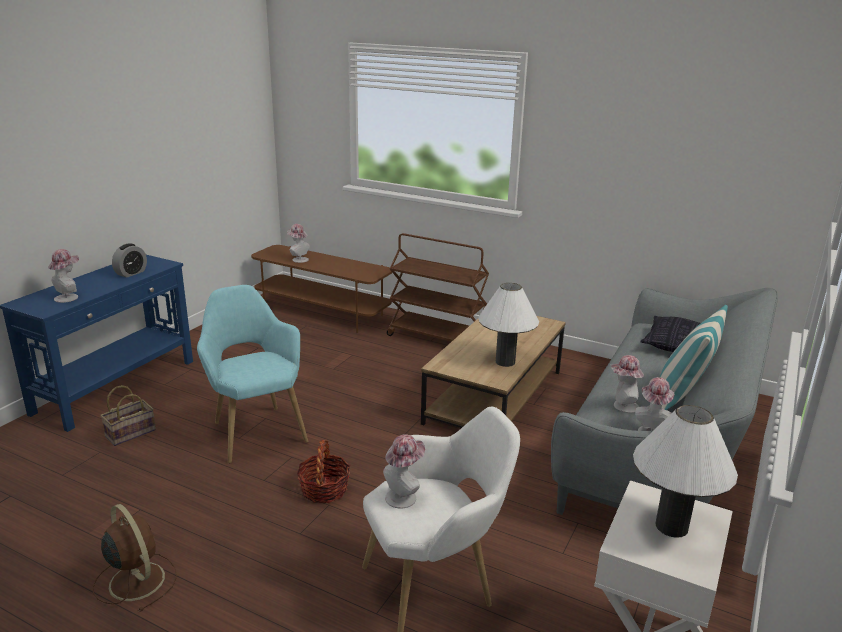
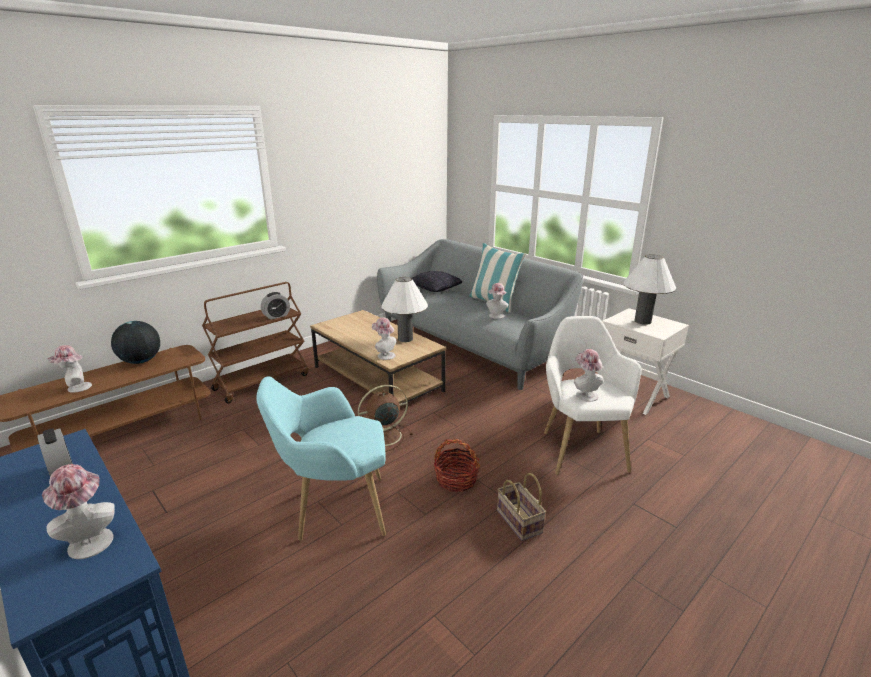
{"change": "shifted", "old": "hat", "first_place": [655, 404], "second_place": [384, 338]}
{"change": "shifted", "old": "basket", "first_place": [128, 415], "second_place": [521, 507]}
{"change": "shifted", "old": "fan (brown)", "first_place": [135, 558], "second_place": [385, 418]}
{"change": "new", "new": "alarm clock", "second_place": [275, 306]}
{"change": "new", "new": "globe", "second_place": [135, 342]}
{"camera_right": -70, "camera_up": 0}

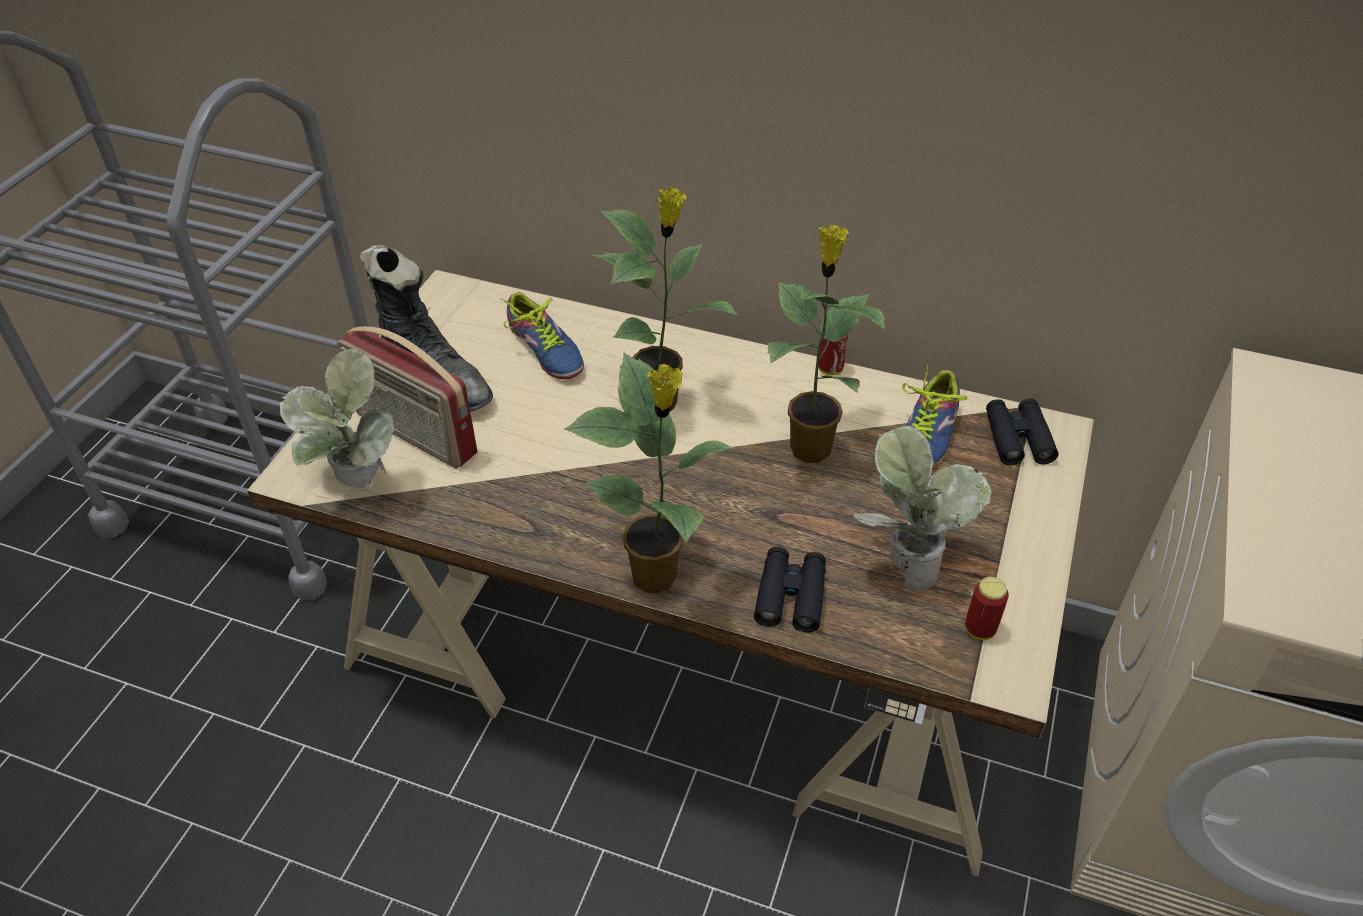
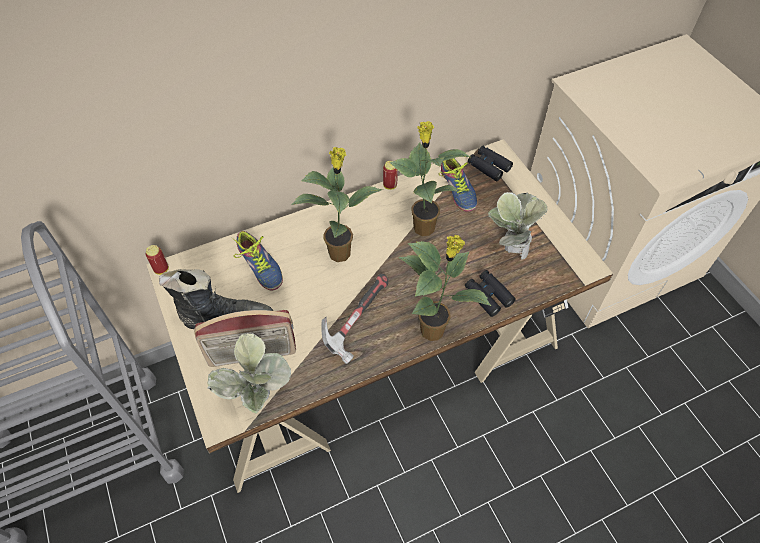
{"change": "rotated", "old": "shoe", "first_place": [542, 335], "second_place": [257, 260], "degrees": 45}
{"change": "shifted", "old": "can", "first_place": [987, 608], "second_place": [157, 260]}
{"change": "new", "new": "hammer", "second_place": [354, 319]}
{"camera_right": -45, "camera_up": 10}

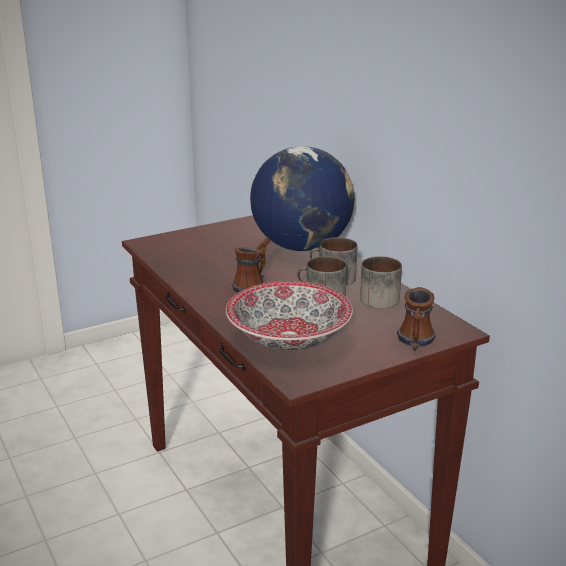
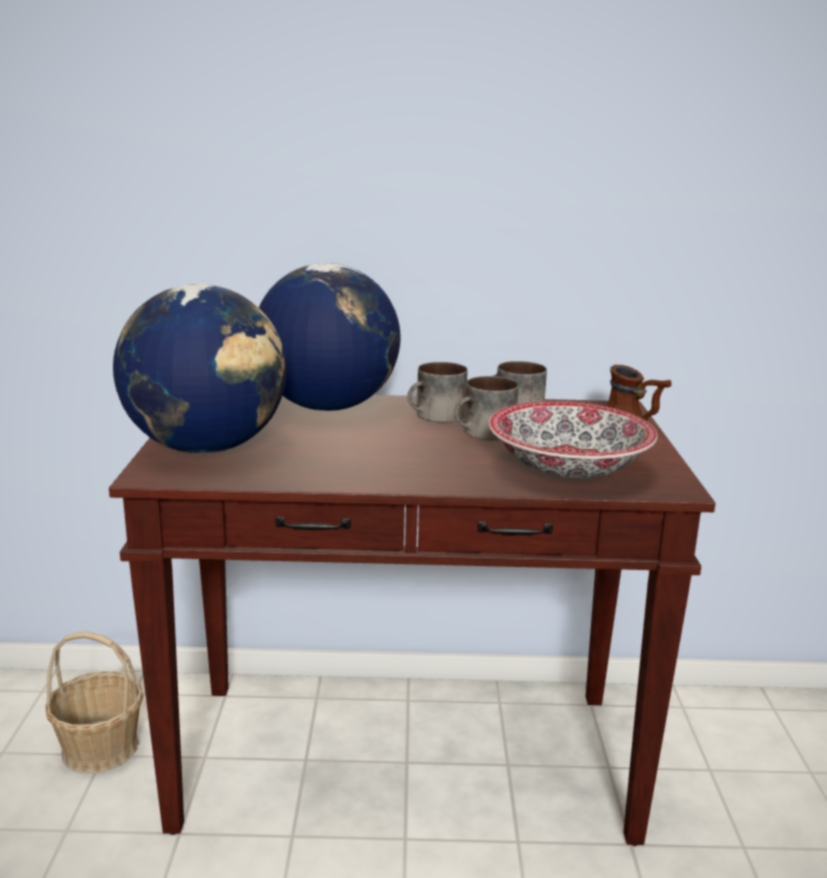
{"change": "gone", "old": "mug", "first_place": [251, 265]}
{"change": "new", "new": "globe", "second_place": [200, 369]}
{"change": "new", "new": "basket", "second_place": [94, 702]}
{"camera_right": -60, "camera_up": -5}

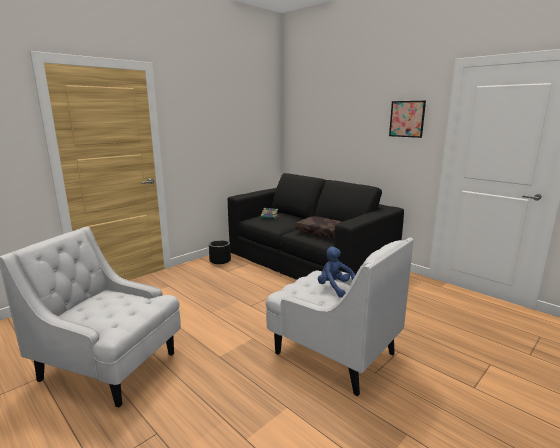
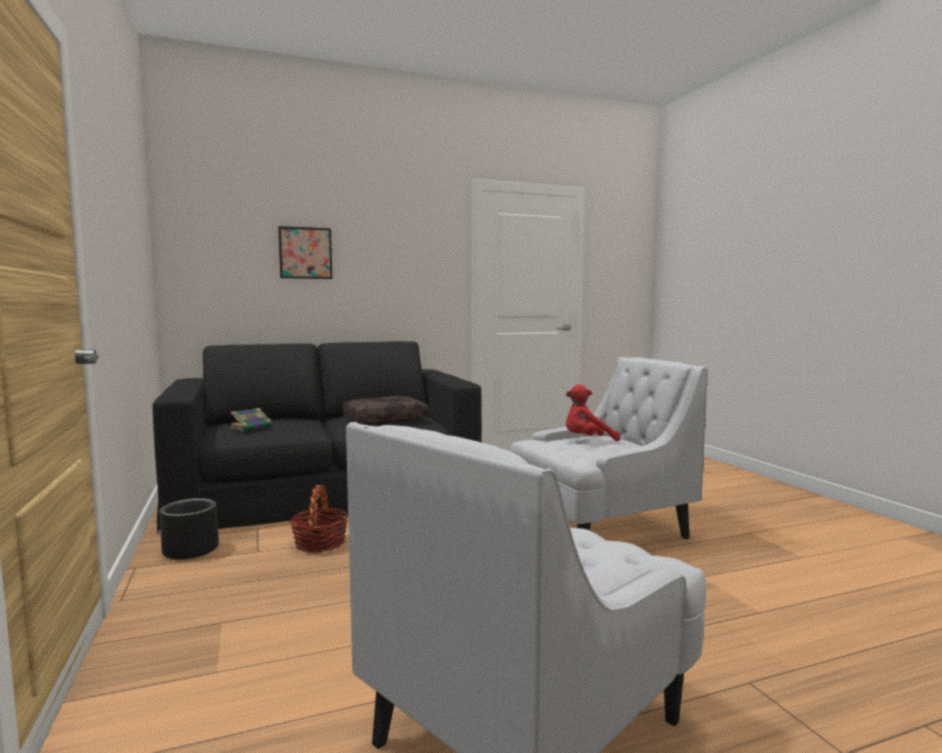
{"change": "shifted", "old": "picture", "first_place": [407, 119], "second_place": [305, 252]}
{"change": "repainted", "old": "plush toy (blue)", "new": "plush toy (red)", "first_place": [336, 272], "second_place": [593, 412]}
{"change": "new", "new": "basket", "second_place": [318, 518]}
{"camera_right": -65, "camera_up": -10}

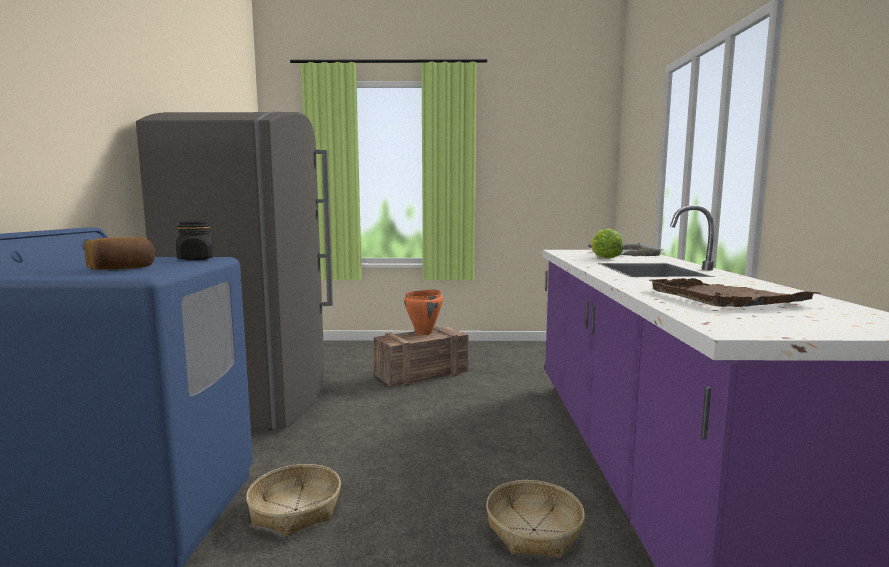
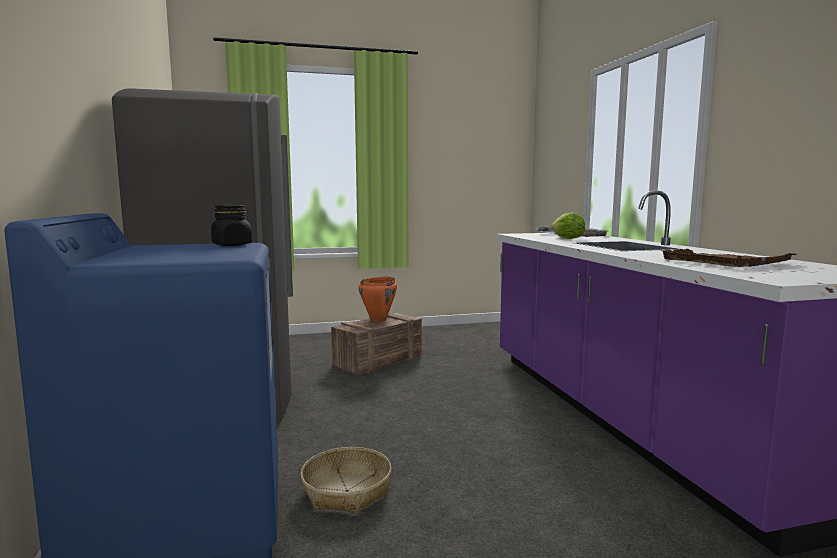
{"change": "gone", "old": "bread", "first_place": [119, 253]}
{"change": "gone", "old": "basket", "first_place": [535, 519]}
{"camera_right": -15, "camera_up": 0}

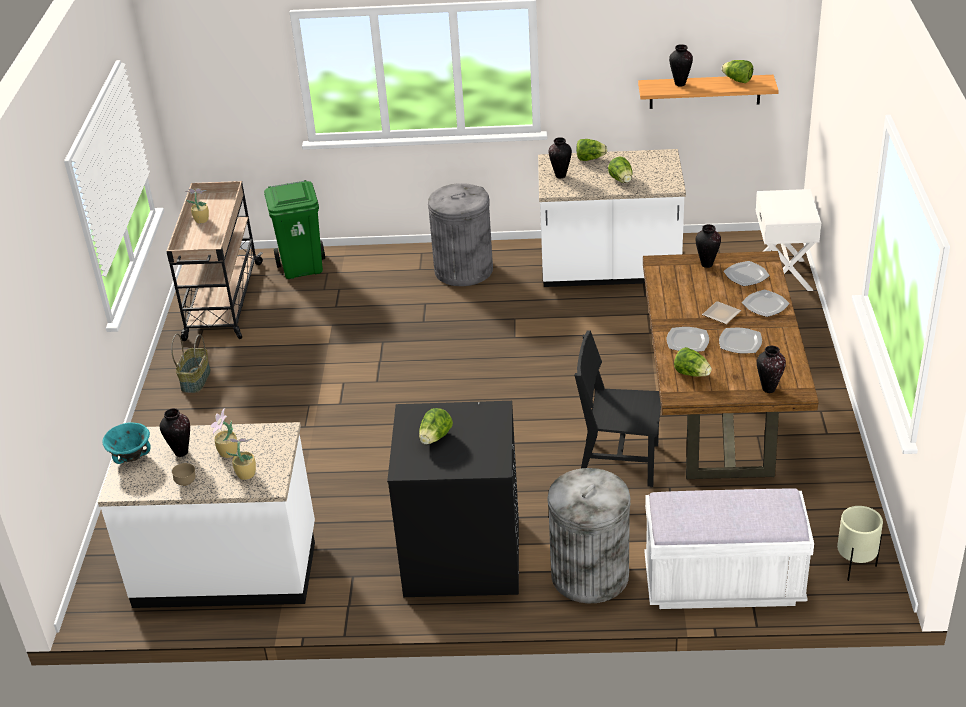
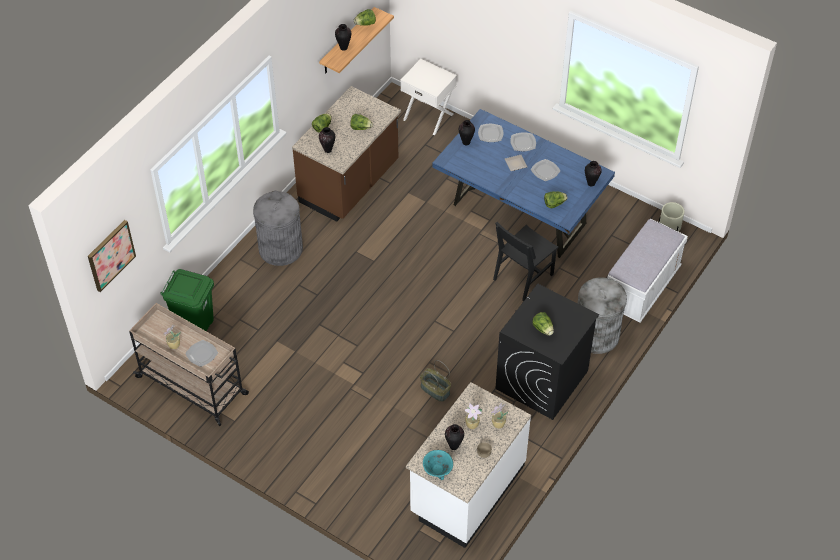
{"change": "repainted", "old": "counter (white)", "new": "counter (brown)", "first_place": [612, 218], "second_place": [346, 154]}
{"change": "repainted", "old": "dining table (brown)", "new": "dining table (blue)", "first_place": [731, 365], "second_place": [523, 183]}
{"change": "shifted", "old": "plate", "first_place": [688, 339], "second_place": [201, 353]}
{"change": "shifted", "old": "basket", "first_place": [191, 363], "second_place": [435, 381]}
{"change": "new", "new": "picture", "second_place": [112, 256]}
{"camera_right": -60, "camera_up": 15}

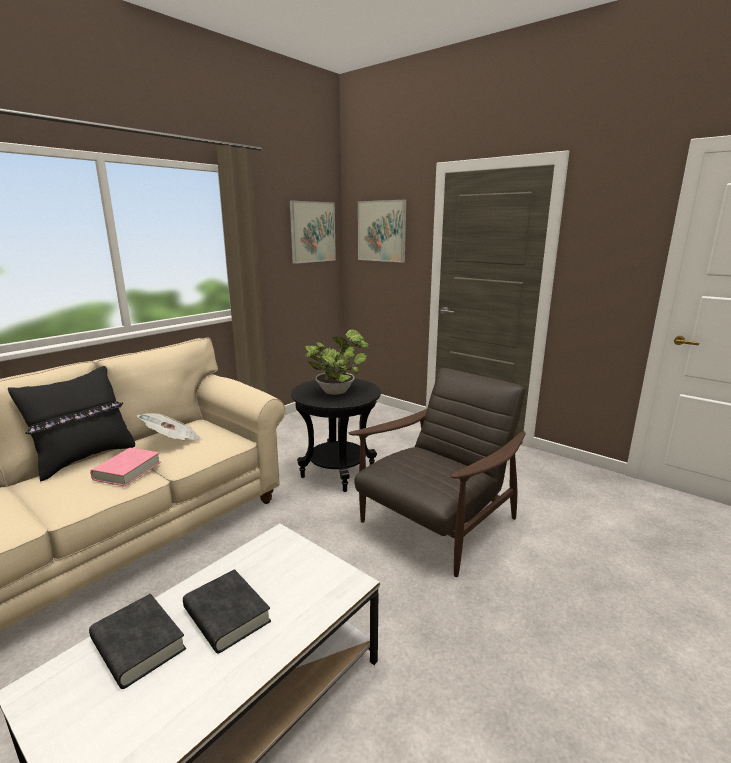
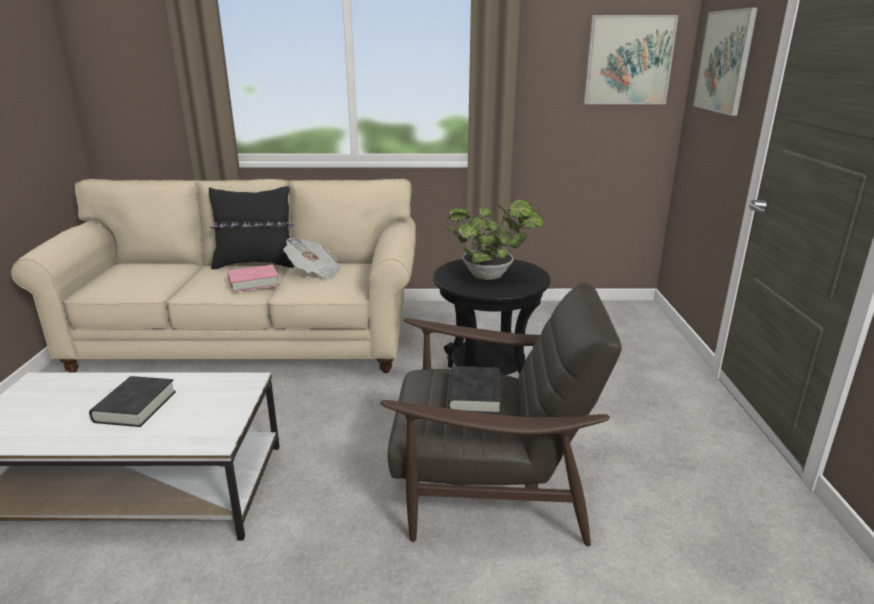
{"change": "shifted", "old": "book (black)", "first_place": [137, 641], "second_place": [474, 390]}
{"camera_right": 50, "camera_up": 5}

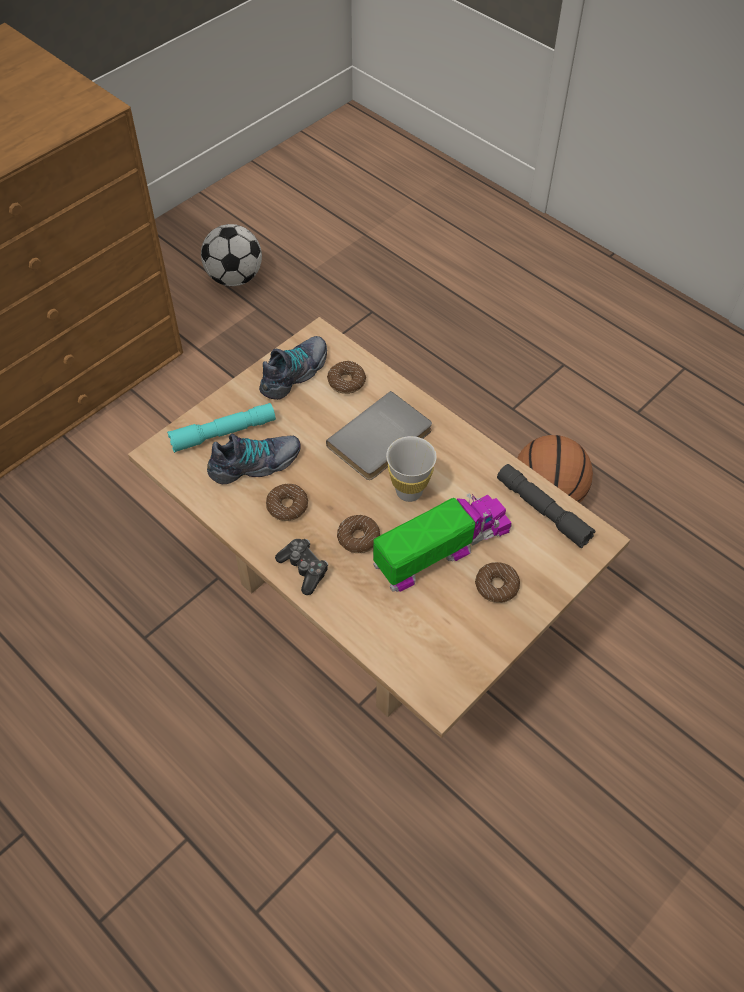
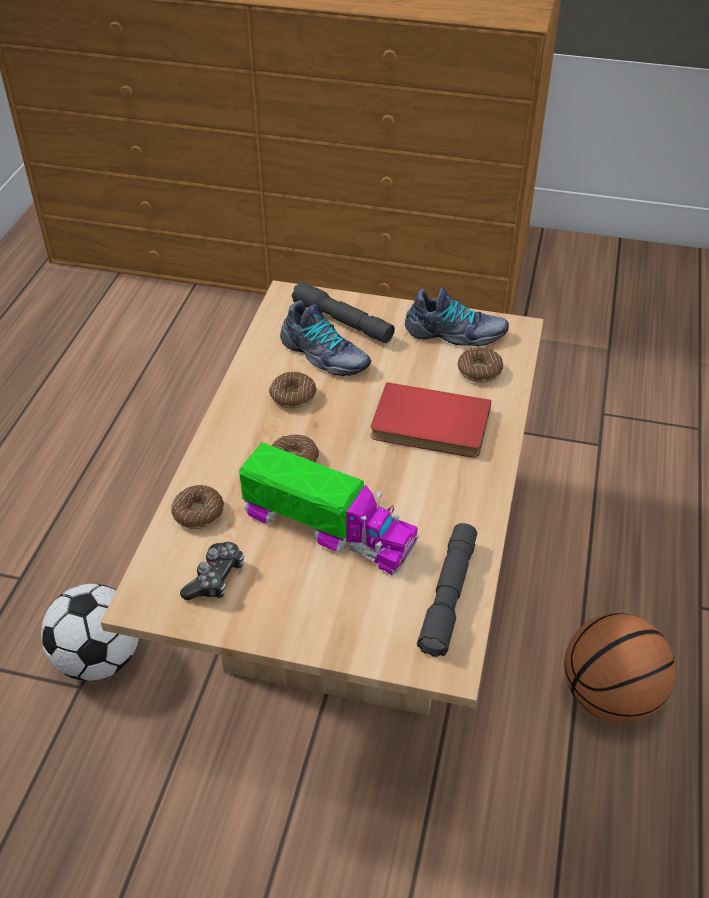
{"change": "shifted", "old": "football", "first_place": [231, 255], "second_place": [90, 632]}
{"change": "repainted", "old": "book (grey)", "new": "book (red)", "first_place": [379, 435], "second_place": [431, 420]}
{"change": "repainted", "old": "flashlight (turquoise)", "new": "flashlight (grey)", "first_place": [221, 428], "second_place": [343, 312]}
{"change": "gone", "old": "cup (white)", "first_place": [411, 469]}
{"change": "shifted", "old": "game controller", "first_place": [301, 567], "second_place": [212, 571]}
{"change": "shifted", "old": "donut", "first_place": [497, 582], "second_place": [197, 507]}
{"camera_right": 60, "camera_up": -10}

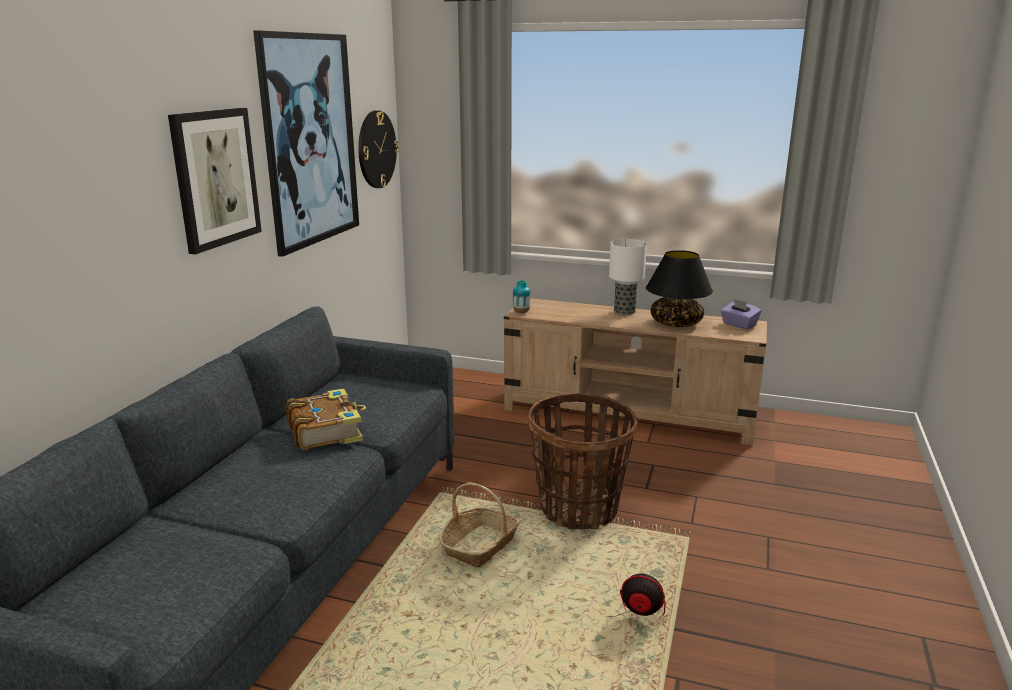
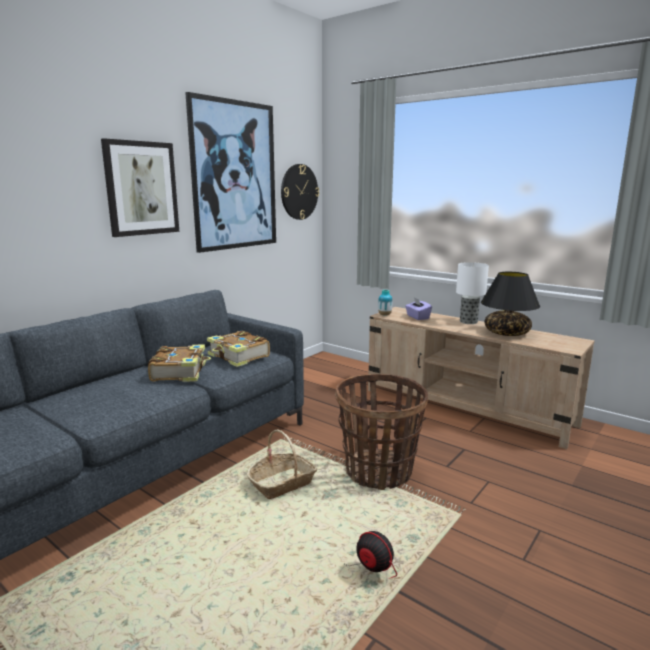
{"change": "shifted", "old": "tissue box (purple)", "first_place": [741, 314], "second_place": [418, 308]}
{"change": "new", "new": "book", "second_place": [238, 348]}
{"camera_right": 20, "camera_up": -5}

